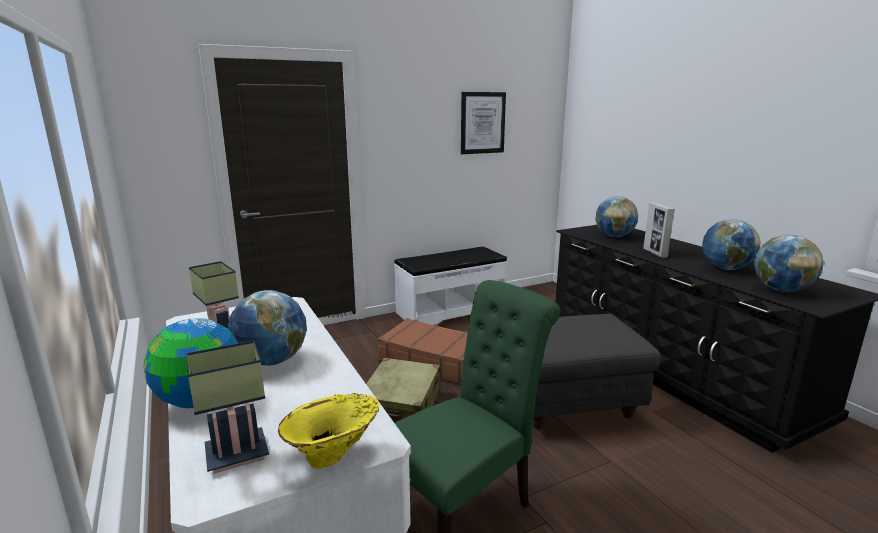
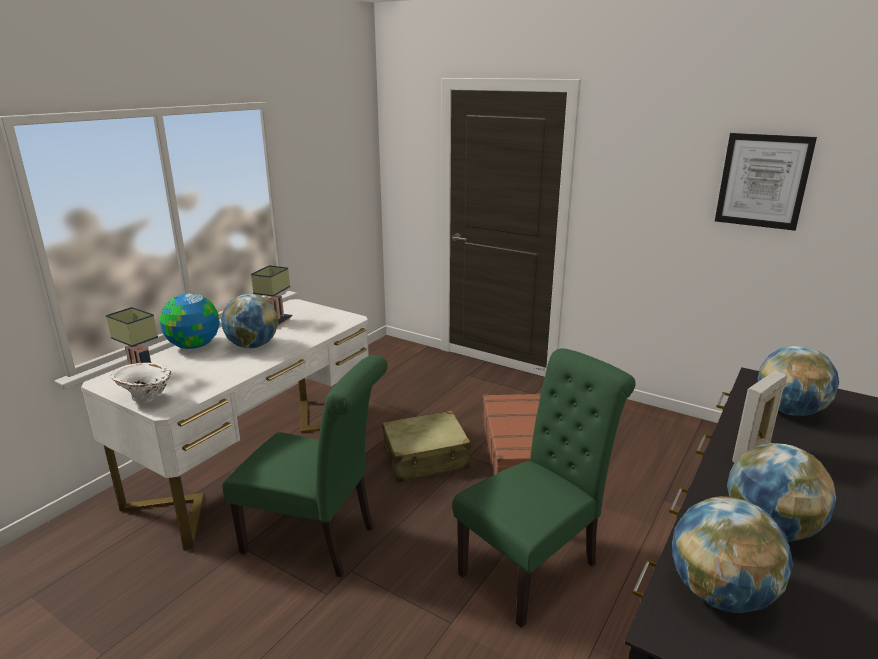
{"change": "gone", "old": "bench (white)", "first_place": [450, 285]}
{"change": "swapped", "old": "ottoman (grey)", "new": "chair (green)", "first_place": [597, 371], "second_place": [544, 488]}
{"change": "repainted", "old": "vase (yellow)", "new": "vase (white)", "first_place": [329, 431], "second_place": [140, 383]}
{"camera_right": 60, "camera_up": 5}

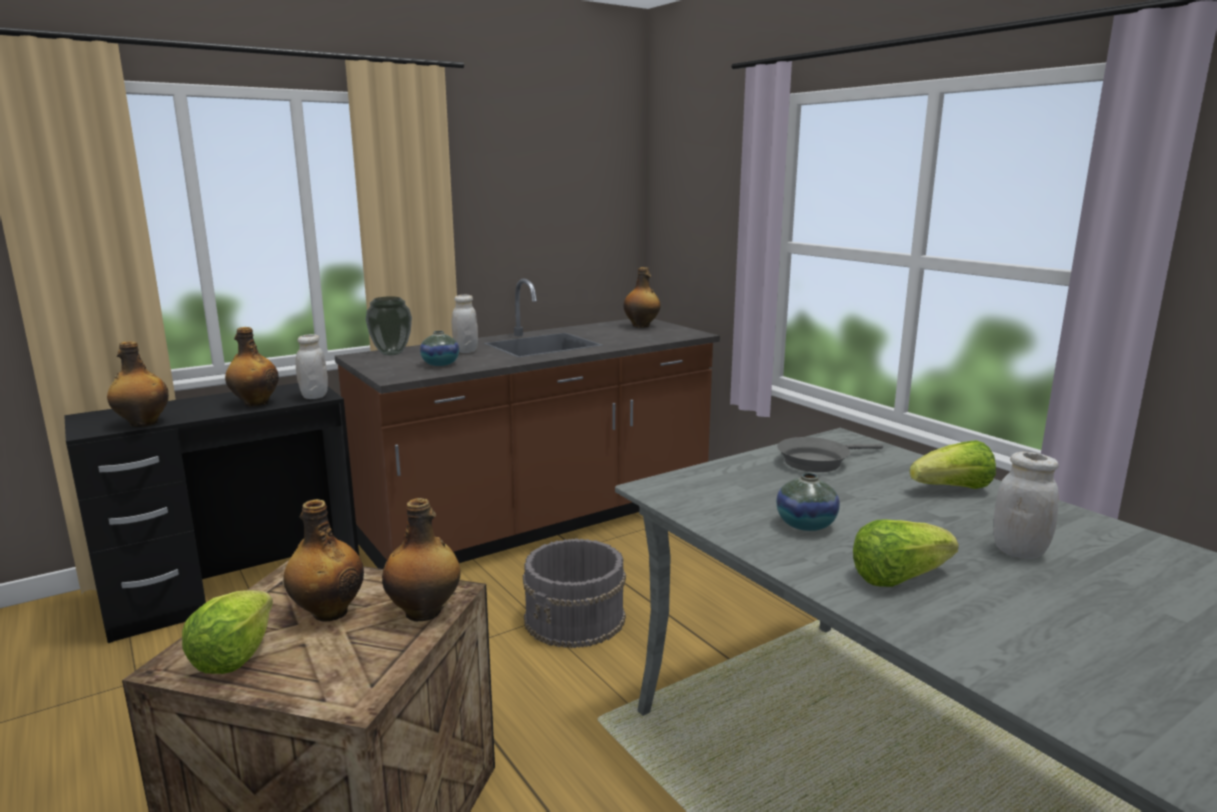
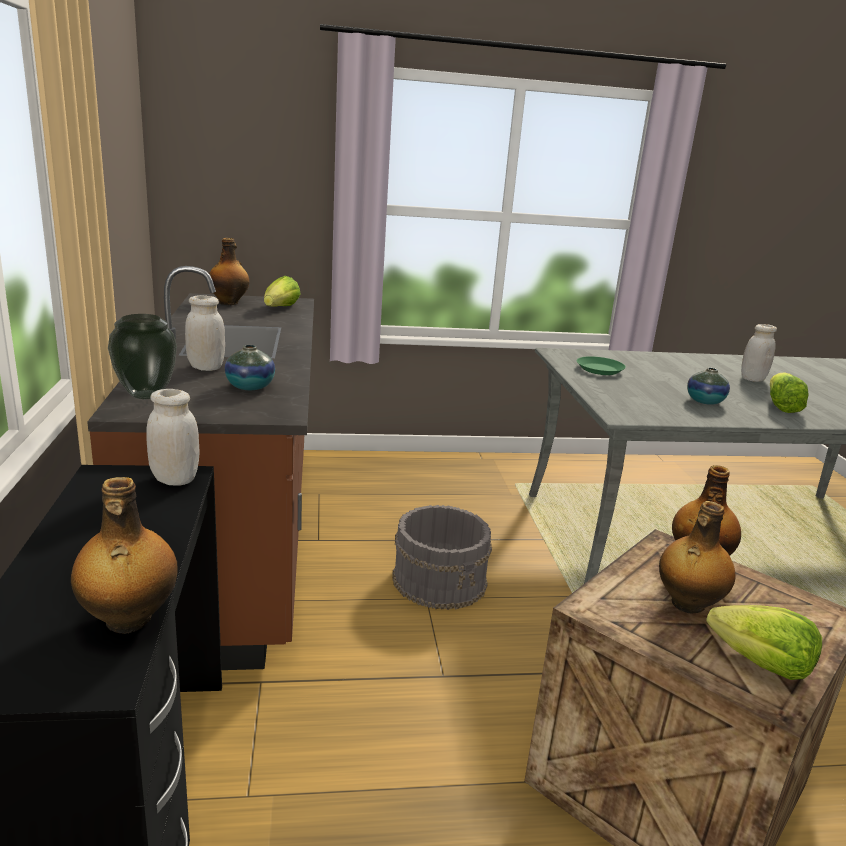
{"change": "gone", "old": "bottle", "first_place": [252, 367]}
{"change": "swapped", "old": "frying pan (grey)", "new": "plate (green)", "first_place": [830, 454], "second_place": [601, 365]}
{"change": "shifted", "old": "lettuce", "first_place": [953, 464], "second_place": [282, 291]}
{"camera_right": -65, "camera_up": 5}

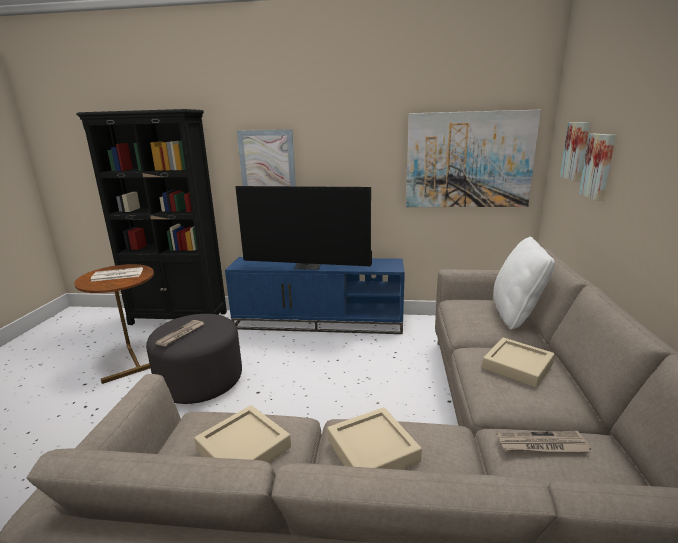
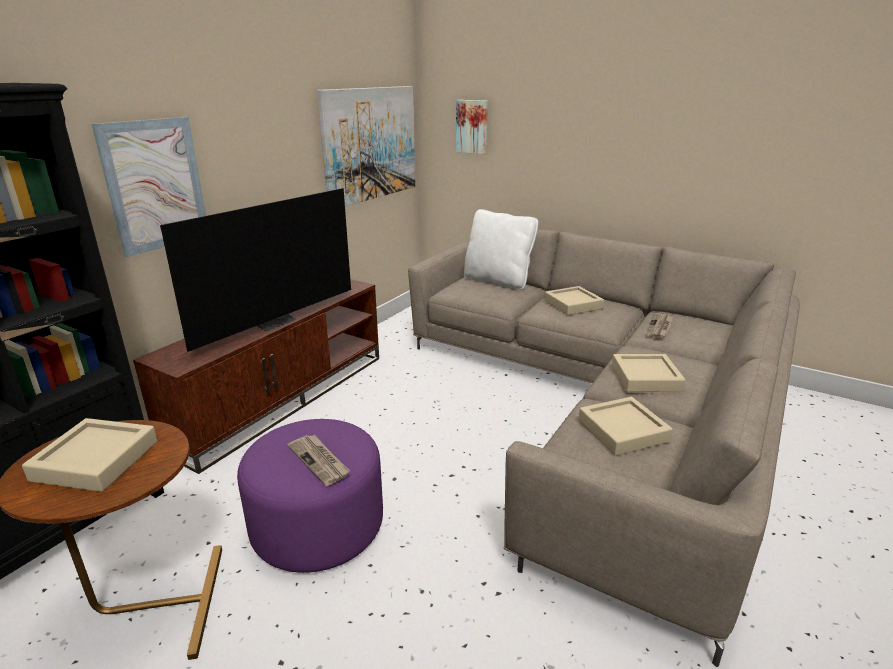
{"change": "gone", "old": "picture", "first_place": [597, 167]}
{"change": "repainted", "old": "tv stand (blue)", "new": "tv stand (brown)", "first_place": [315, 295], "second_place": [256, 376]}
{"change": "swapped", "old": "newspaper", "new": "tray (beige)", "first_place": [116, 274], "second_place": [89, 455]}
{"change": "repainted", "old": "ottoman (grey)", "new": "ottoman (purple)", "first_place": [194, 359], "second_place": [310, 496]}
{"camera_right": -65, "camera_up": 5}

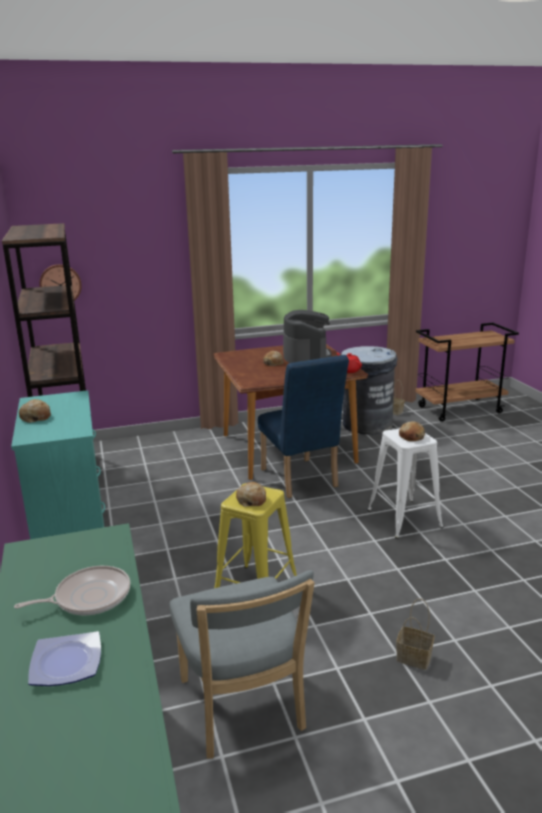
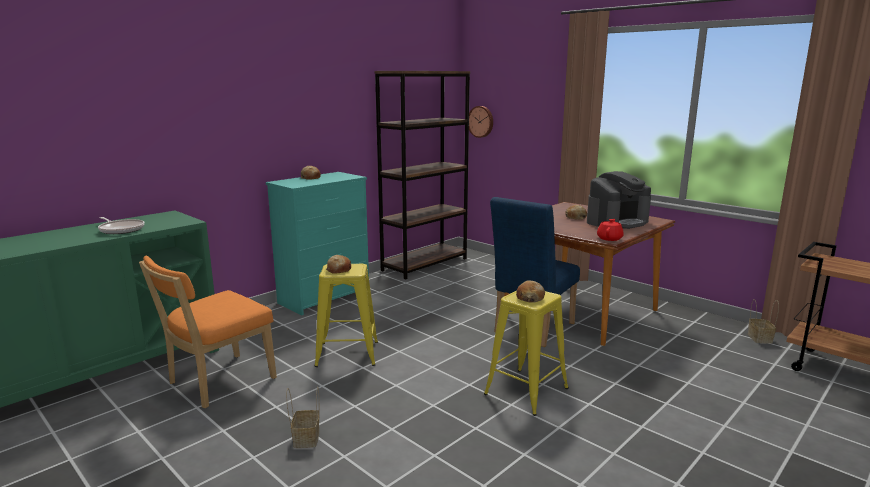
{"change": "gone", "old": "trash can (grey)", "first_place": [369, 390]}
{"change": "repainted", "old": "stool (white)", "new": "stool (yellow)", "first_place": [405, 483], "second_place": [526, 353]}
{"change": "repainted", "old": "chair (grey)", "new": "chair (orange)", "first_place": [242, 664], "second_place": [208, 332]}
{"change": "gone", "old": "plate", "first_place": [64, 658]}
{"camera_right": 60, "camera_up": -5}

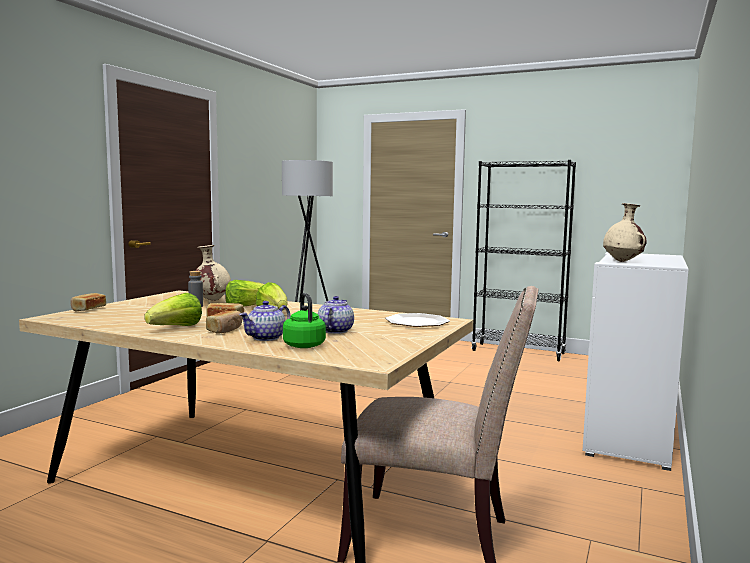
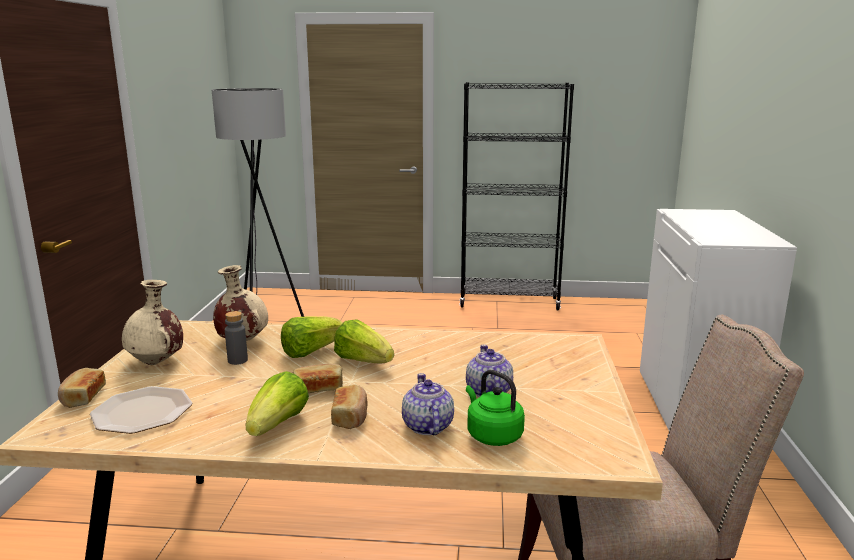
{"change": "shifted", "old": "vase (beige)", "first_place": [625, 232], "second_place": [152, 322]}
{"change": "rotated", "old": "teapot", "first_place": [265, 321], "second_place": [428, 404], "degrees": 150}
{"change": "shifted", "old": "plate", "first_place": [417, 320], "second_place": [141, 410]}
{"camera_right": -20, "camera_up": 10}

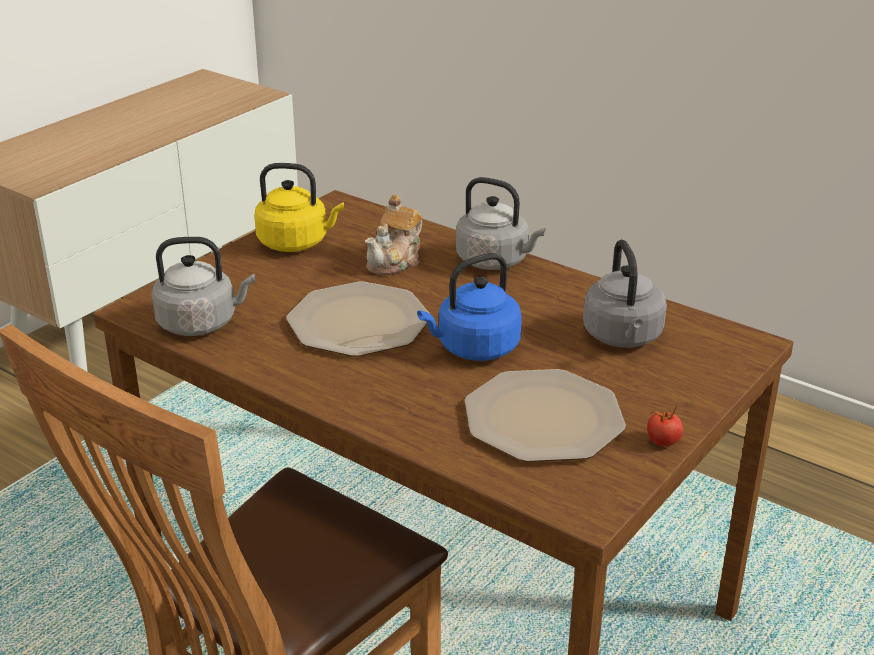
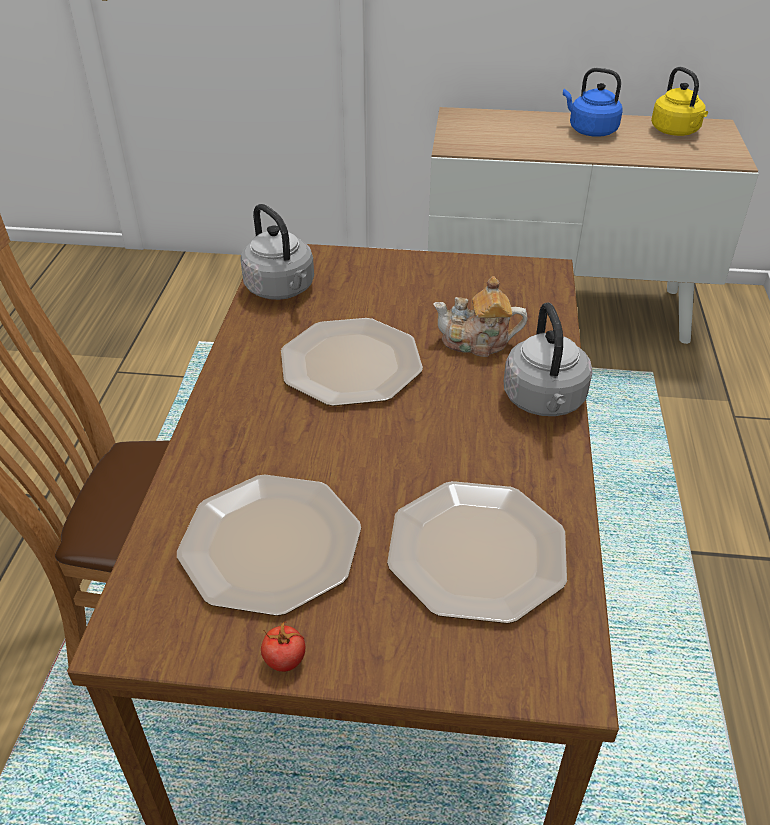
{"change": "shifted", "old": "kettle (yellow)", "first_place": [299, 207], "second_place": [679, 101]}
{"change": "swapped", "old": "kettle (grey)", "new": "plate", "first_place": [625, 293], "second_place": [477, 552]}
{"change": "shifted", "old": "kettle (blue)", "first_place": [469, 307], "second_place": [593, 102]}
{"camera_right": 60, "camera_up": 10}

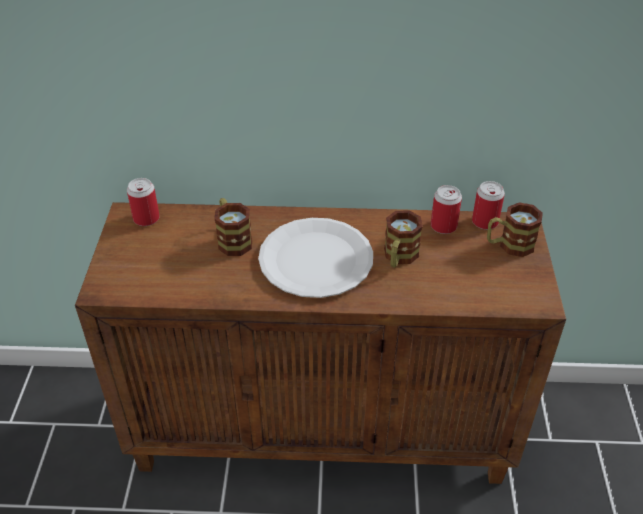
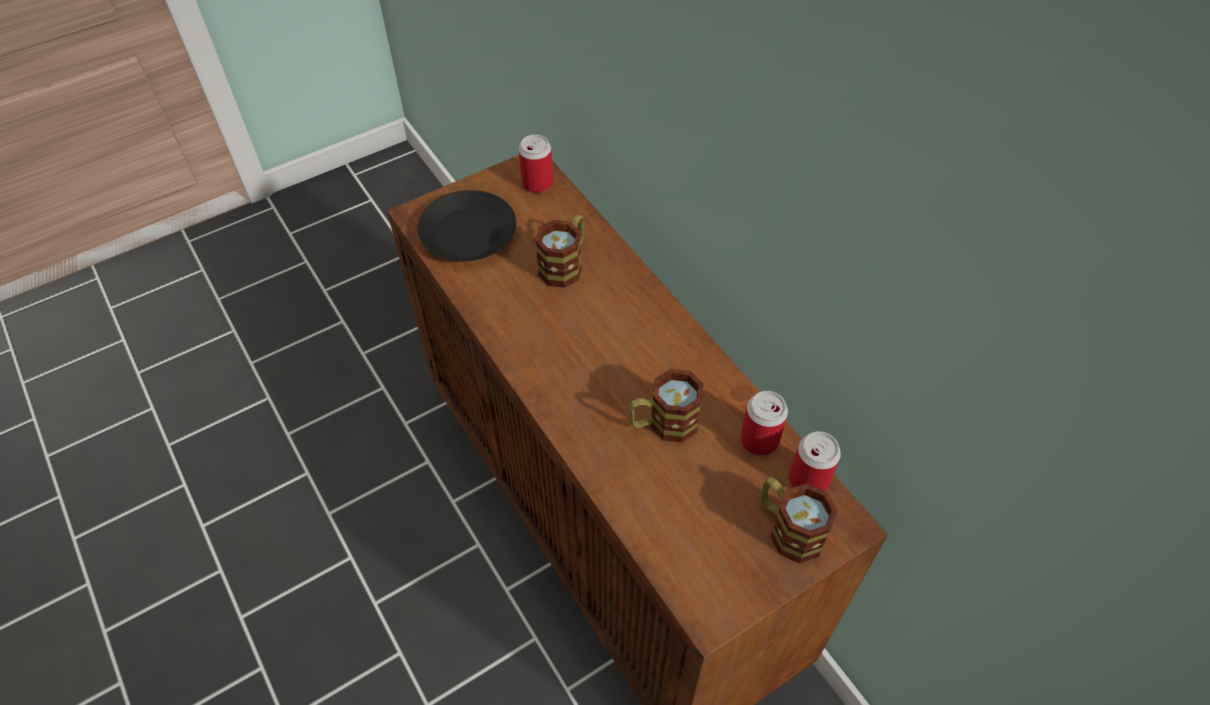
{"change": "gone", "old": "plate (white)", "first_place": [315, 258]}
{"change": "new", "new": "plate (black)", "second_place": [466, 225]}
{"camera_right": 55, "camera_up": 10}

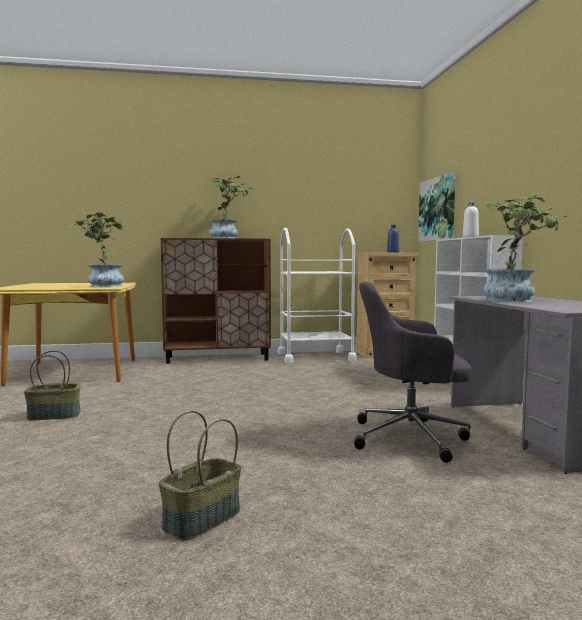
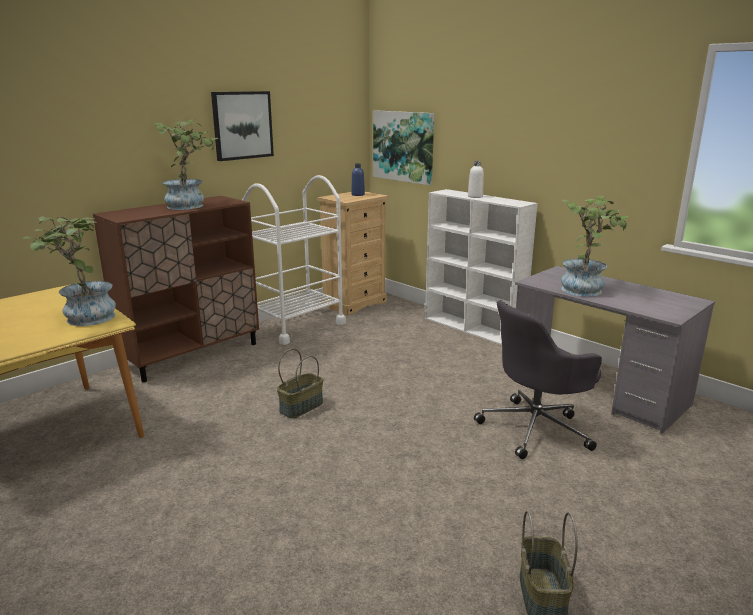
{"change": "shifted", "old": "basket", "first_place": [52, 385], "second_place": [300, 383]}
{"change": "new", "new": "picture", "second_place": [242, 126]}
{"camera_right": -35, "camera_up": 15}

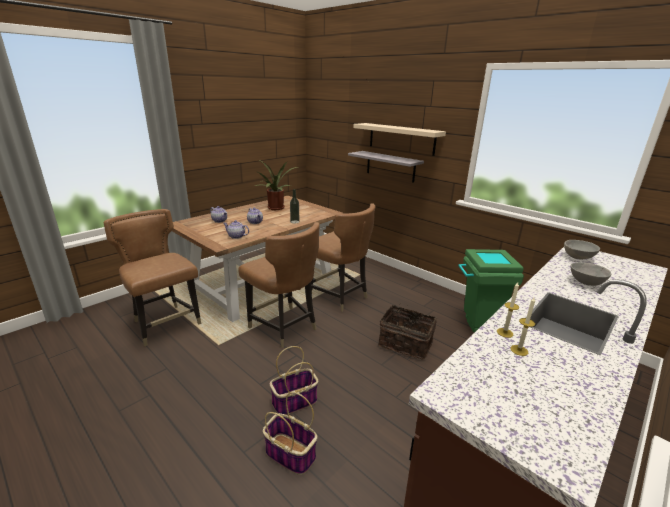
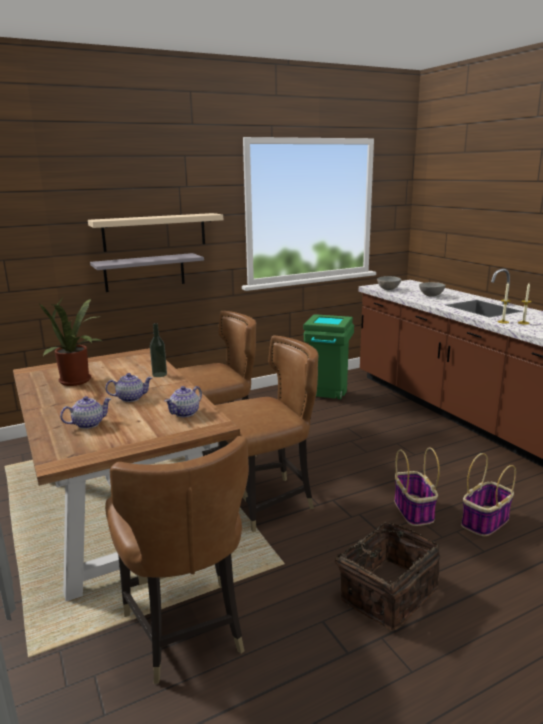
{"change": "rotated", "old": "chair (brown)", "first_place": [152, 278], "second_place": [177, 560], "degrees": -90}
{"change": "shifted", "old": "basket", "first_place": [407, 331], "second_place": [384, 576]}
{"camera_right": -70, "camera_up": -5}

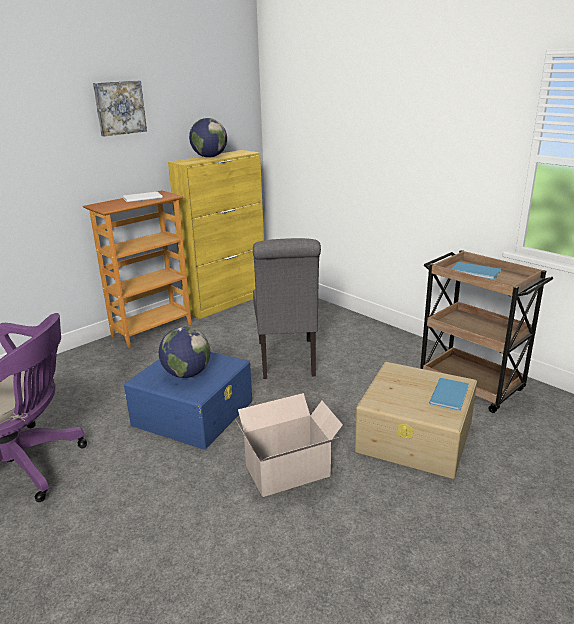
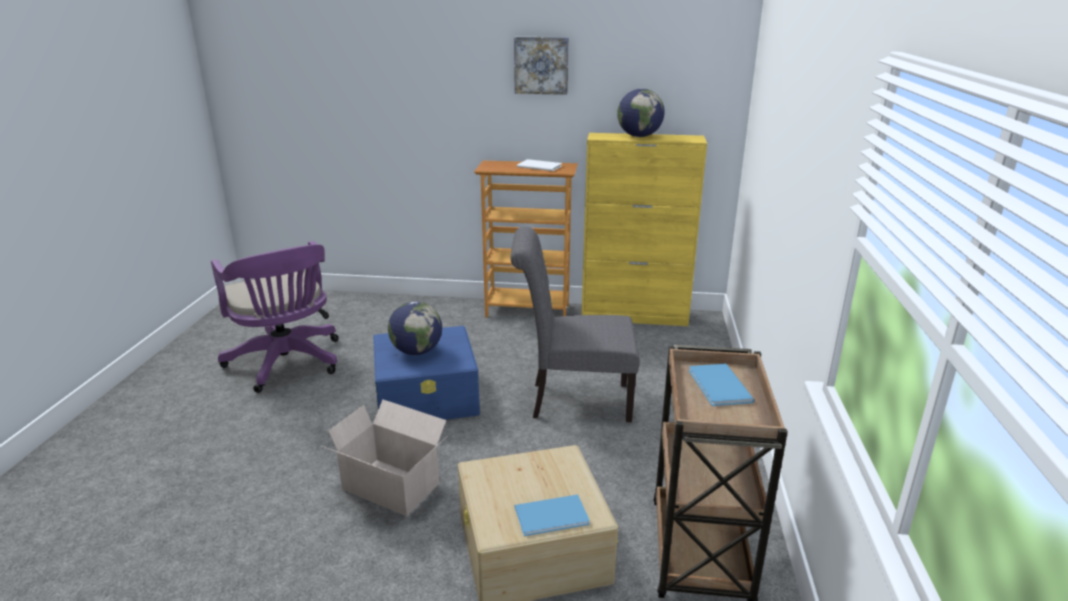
{"change": "rotated", "old": "chair (grey)", "first_place": [287, 308], "second_place": [575, 324], "degrees": 45}
{"camera_right": 50, "camera_up": 0}

